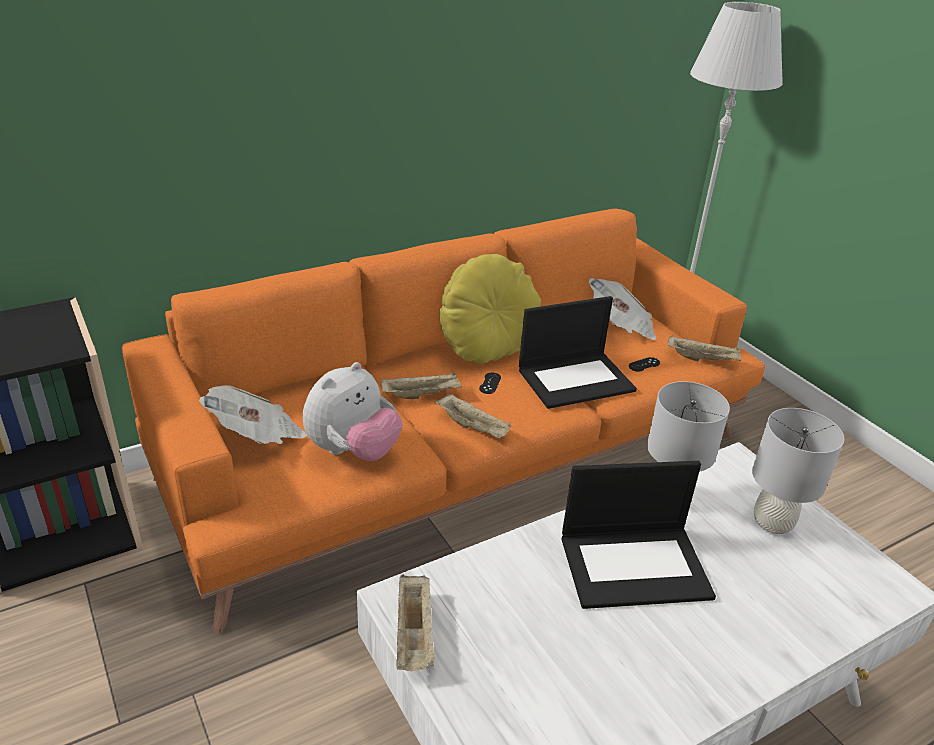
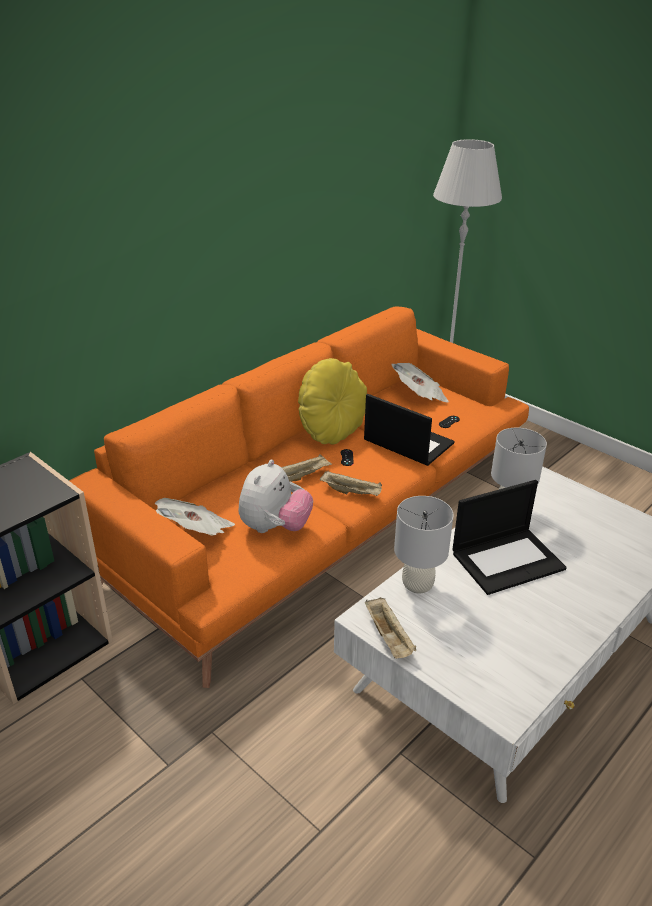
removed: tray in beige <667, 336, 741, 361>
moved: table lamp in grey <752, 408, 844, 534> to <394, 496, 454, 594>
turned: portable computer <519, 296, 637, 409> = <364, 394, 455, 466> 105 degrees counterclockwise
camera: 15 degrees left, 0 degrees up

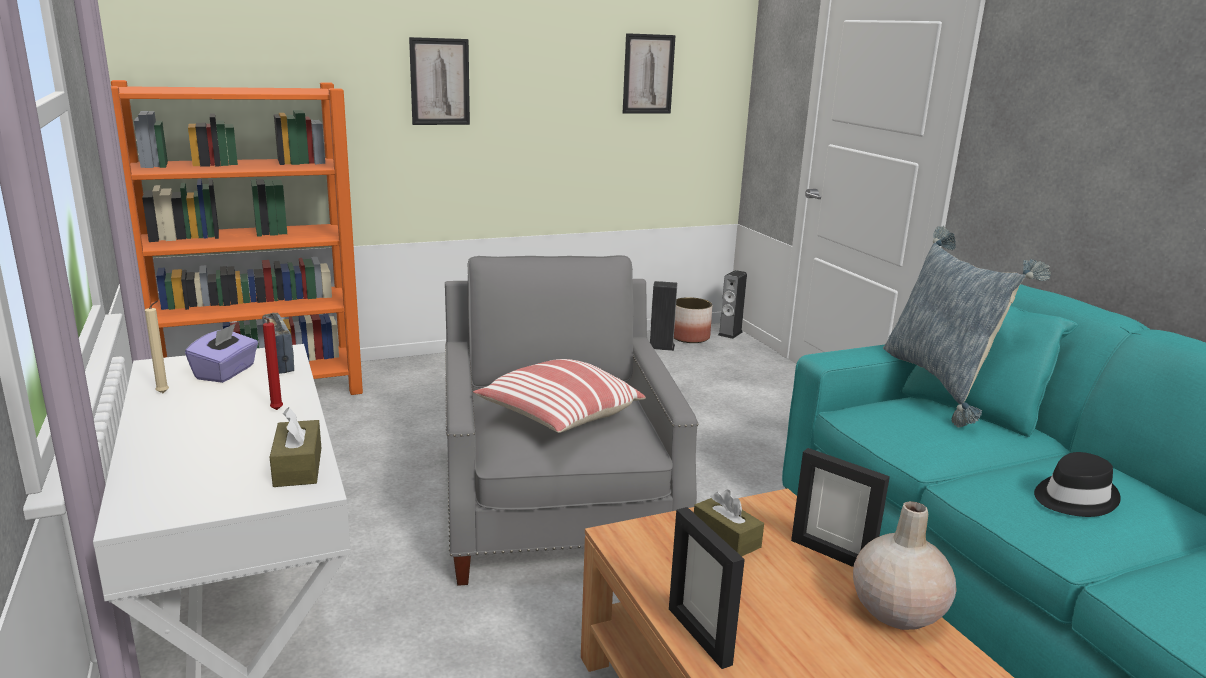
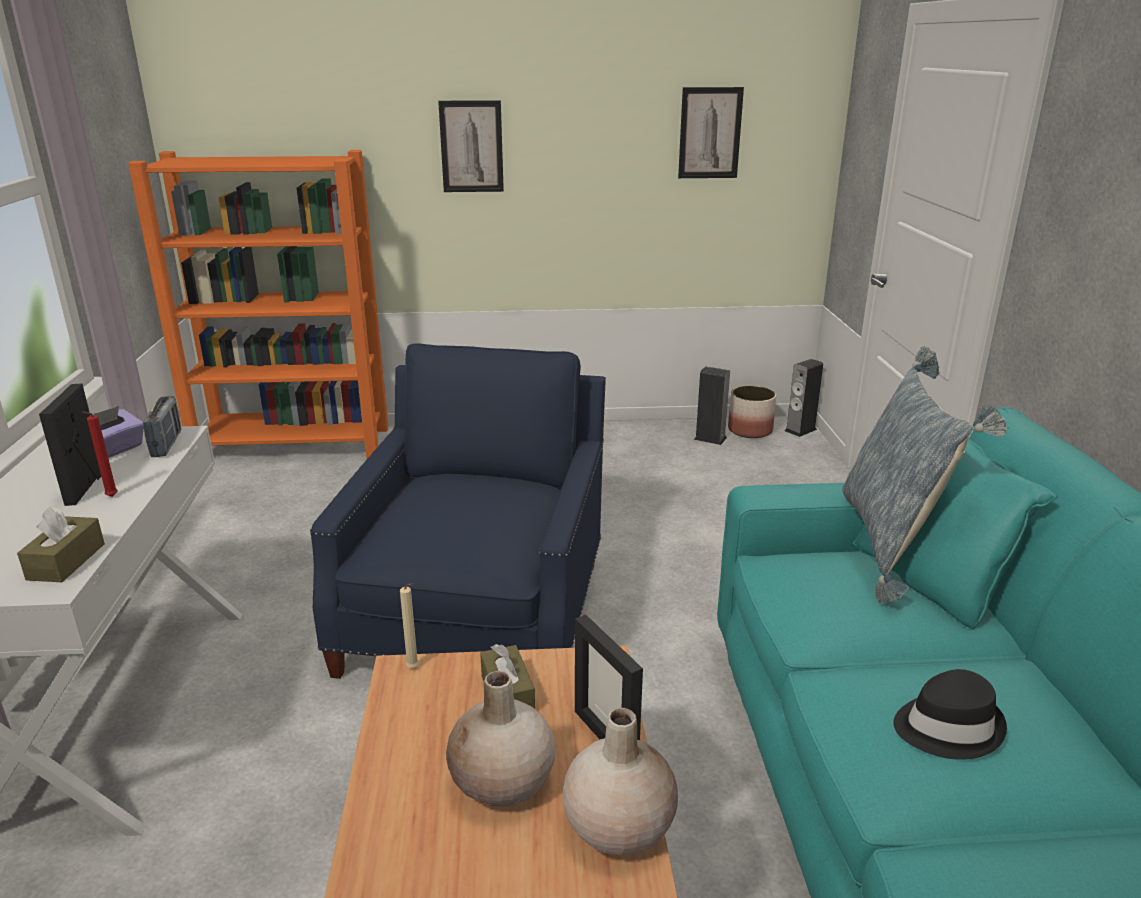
removed: throw pillow <473, 359, 646, 433>
added: flower vase in beige <446, 671, 555, 807>
moved: standing frame <669, 507, 745, 669> to <39, 384, 101, 506>; wax candle in beige <145, 301, 169, 393> to <400, 584, 419, 668>
recoloured: lounge chair in grey <445, 255, 698, 586> to lounge chair in blue <310, 343, 606, 679>
camera: 20 degrees right, 5 degrees up

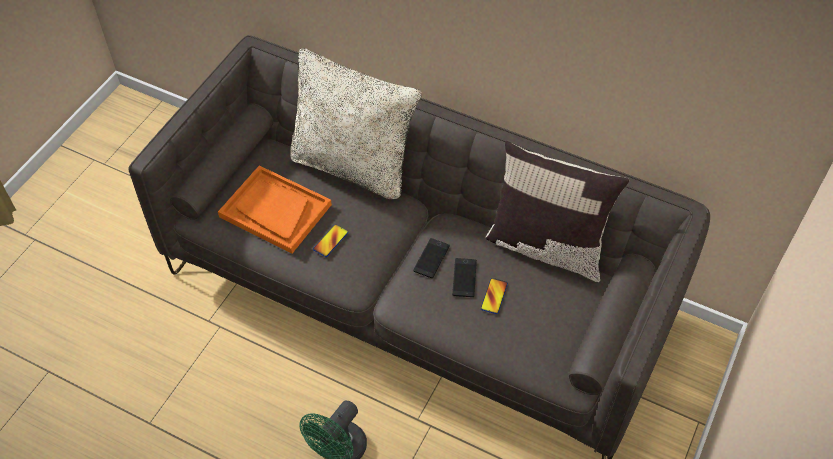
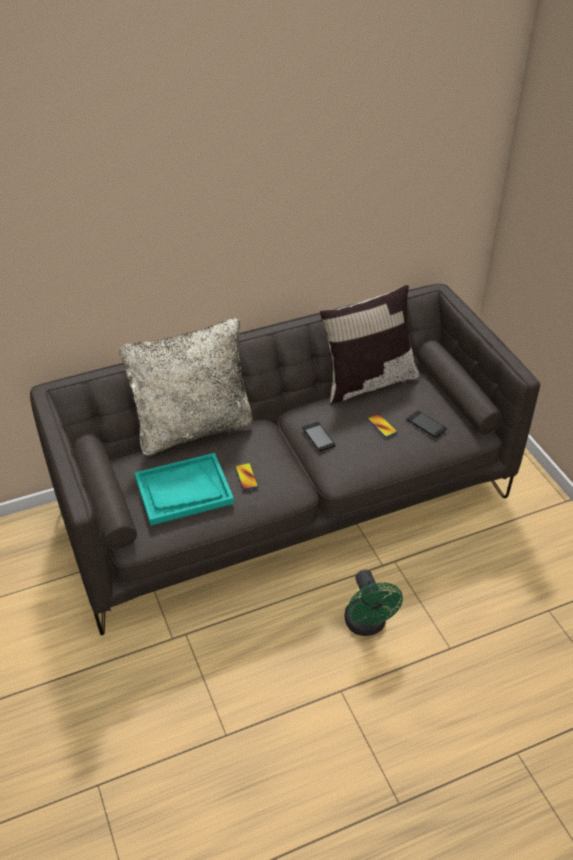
moved: phone <452, 258, 477, 297> to <407, 410, 447, 438>
recoloured: tray in orangey <218, 165, 332, 254> to tray in turquoise <135, 453, 234, 525>
camera: 50 degrees left, 10 degrees down

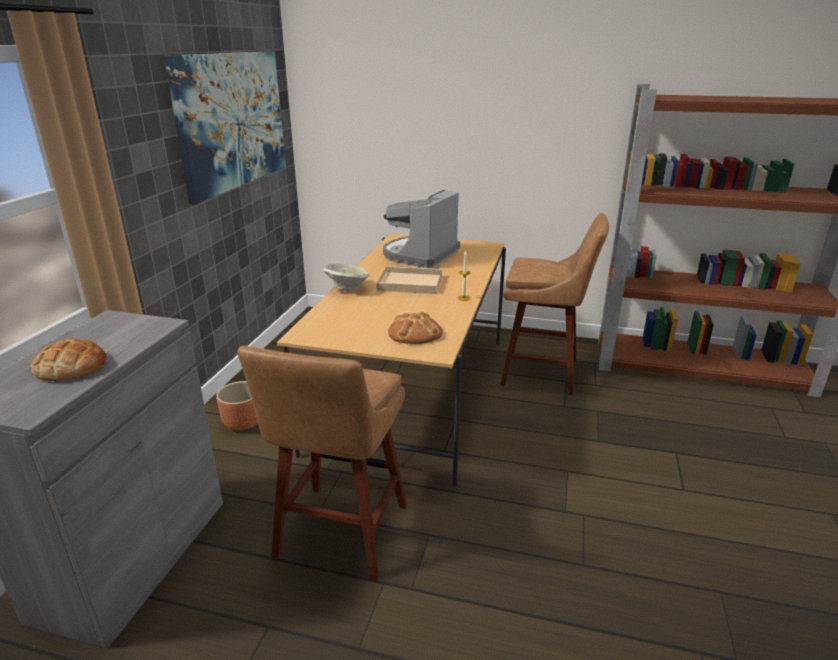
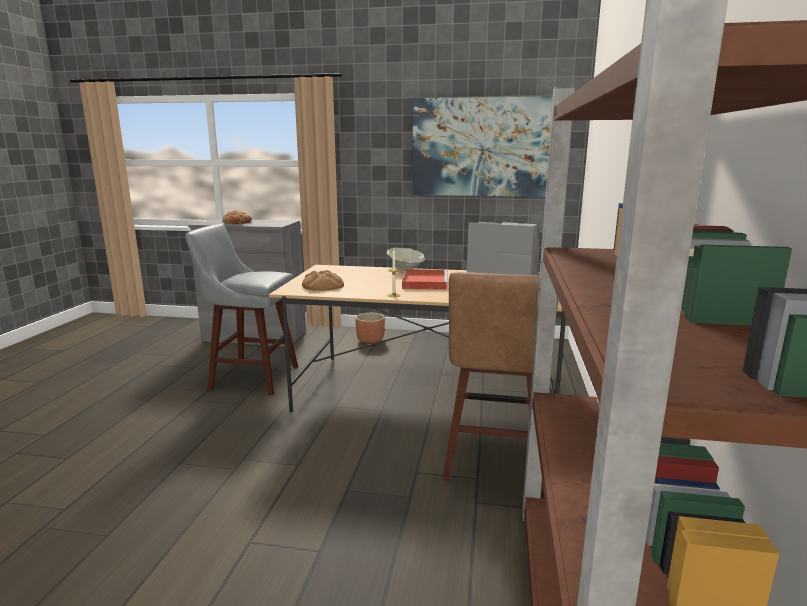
recoloured: stool in brownish <237, 346, 407, 581> to stool in grey <185, 224, 298, 395>; tray in beige <377, 266, 442, 294> to tray in red <402, 269, 448, 290>
camera: 85 degrees right, 10 degrees down

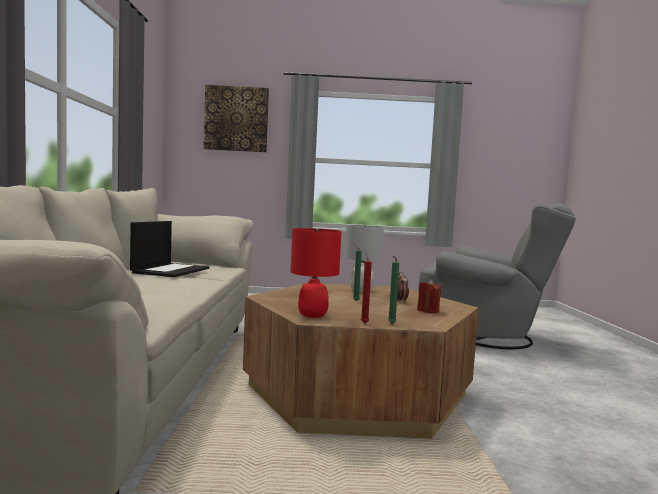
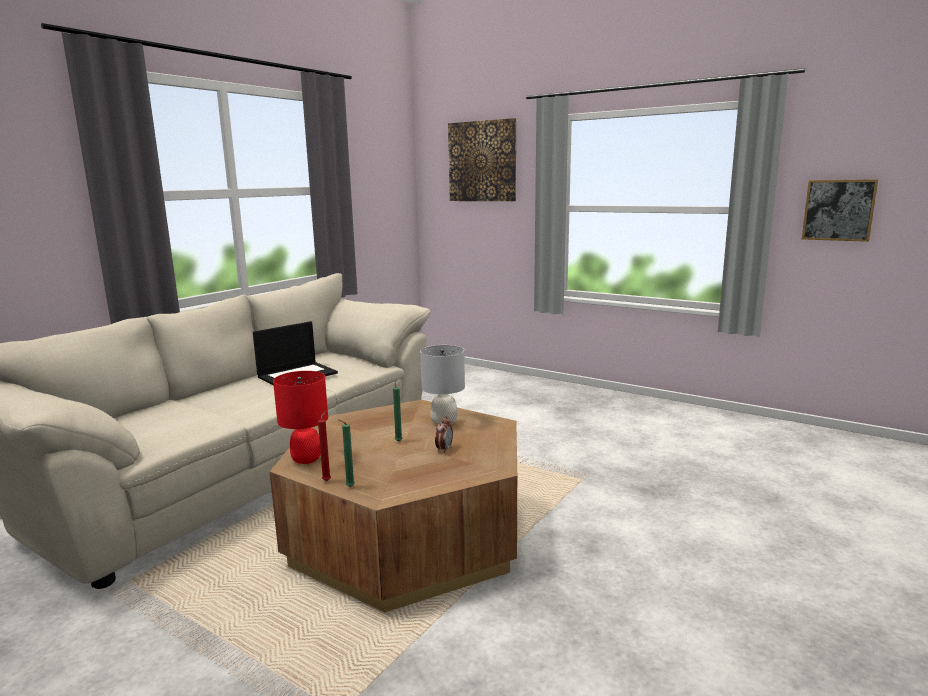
removed: wax candle in red <417, 279, 441, 313>; lounge chair in grey <419, 204, 576, 349>
added: wall picture <802, 179, 878, 242>
camera: 35 degrees right, 10 degrees up

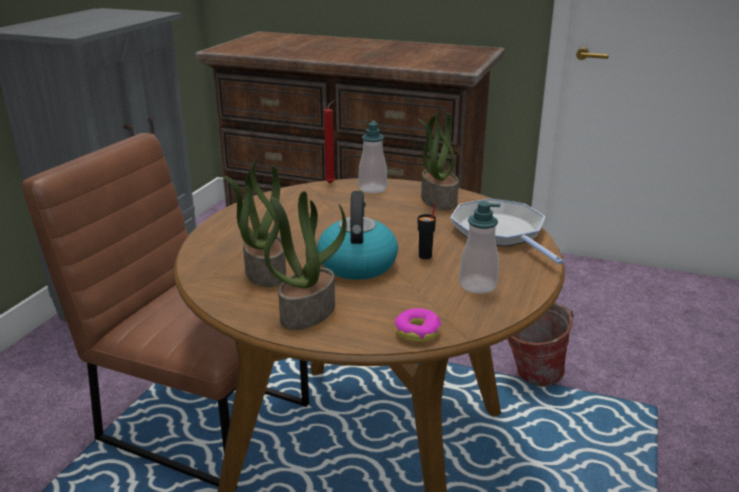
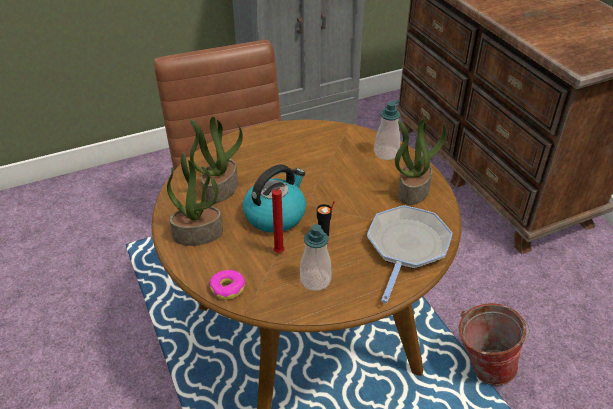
moved: wax candle in red <324, 100, 335, 183> to <272, 184, 287, 253>
camera: 45 degrees right, 15 degrees up

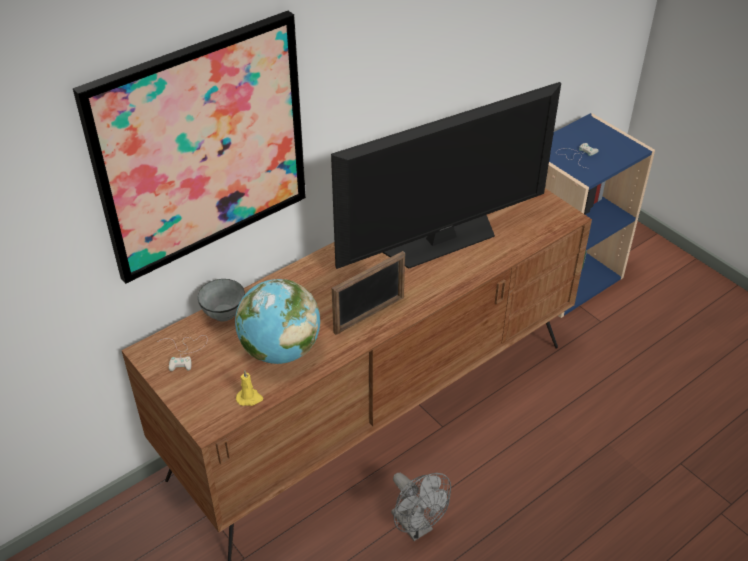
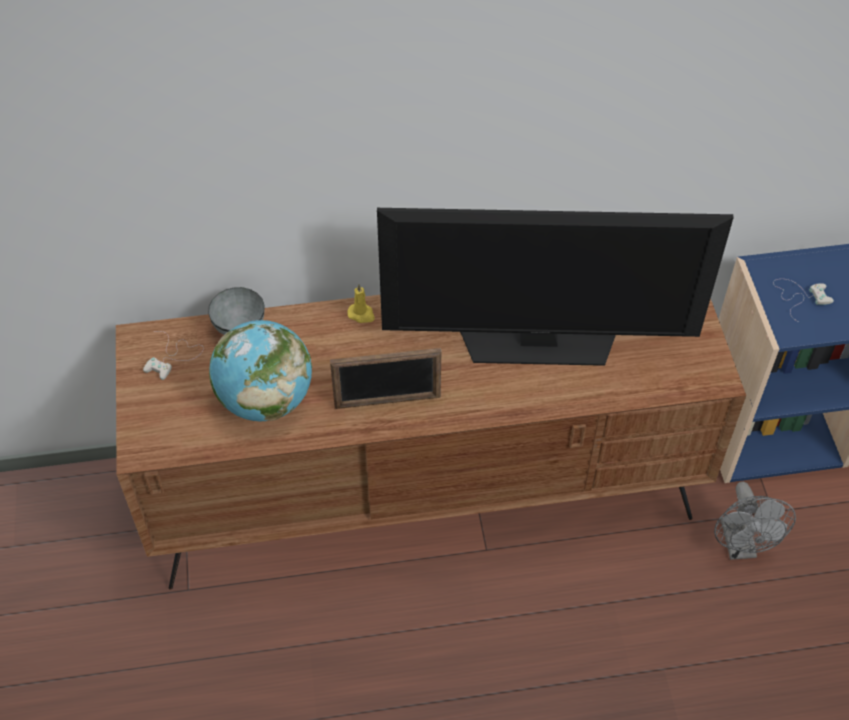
removed: wall picture <73, 11, 306, 284>
moved: wax candle in yellow <236, 370, 263, 406> to <347, 284, 375, 323>; electric fan in grey <391, 473, 451, 541> to <714, 482, 796, 560>
camera: 30 degrees right, 10 degrees up

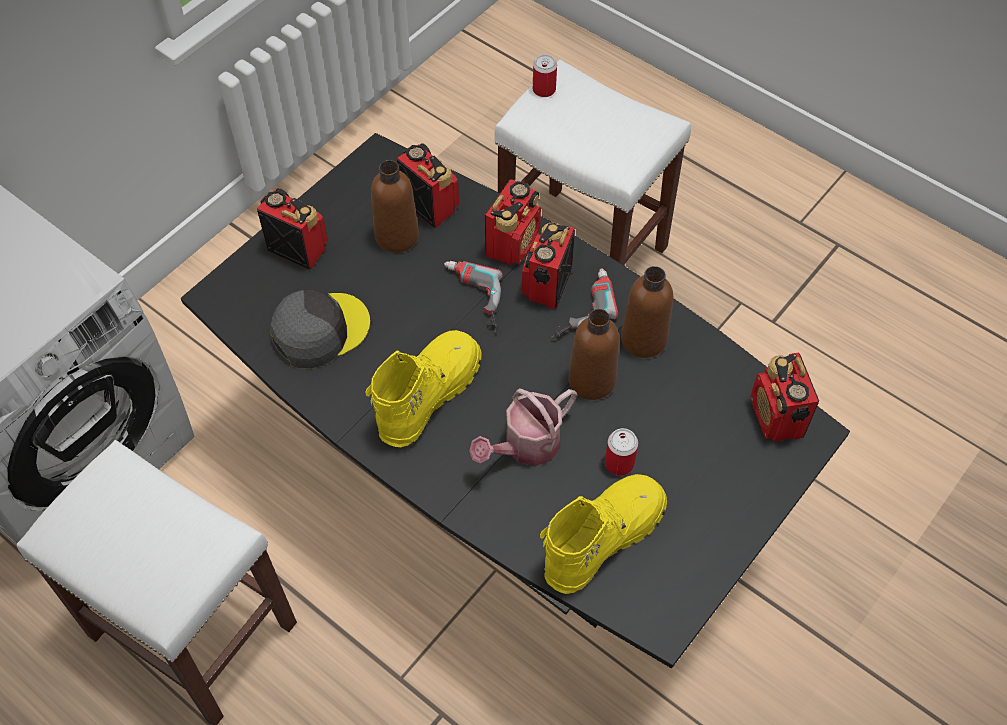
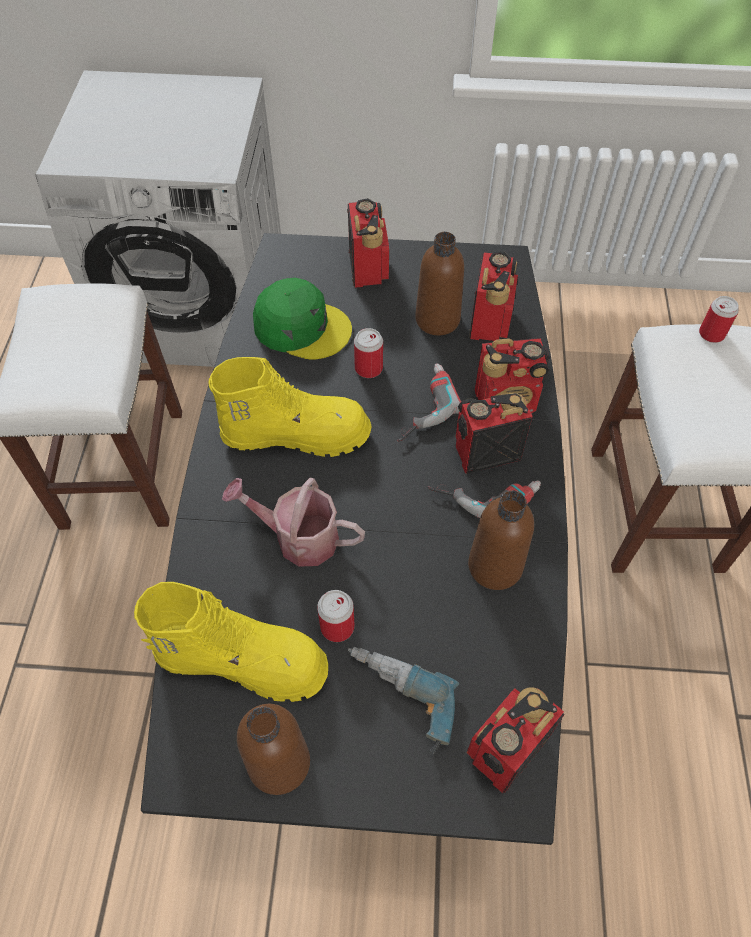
added: electric drill <348, 647, 459, 755>; sealed can <354, 328, 383, 378>
moved: beverage bottle in brownish <568, 309, 619, 400> to <237, 704, 310, 795>
recoloured: baseball cap in grey <270, 289, 370, 369> to baseball cap in green-coloured <253, 278, 352, 360>
camera: 55 degrees right, 0 degrees up

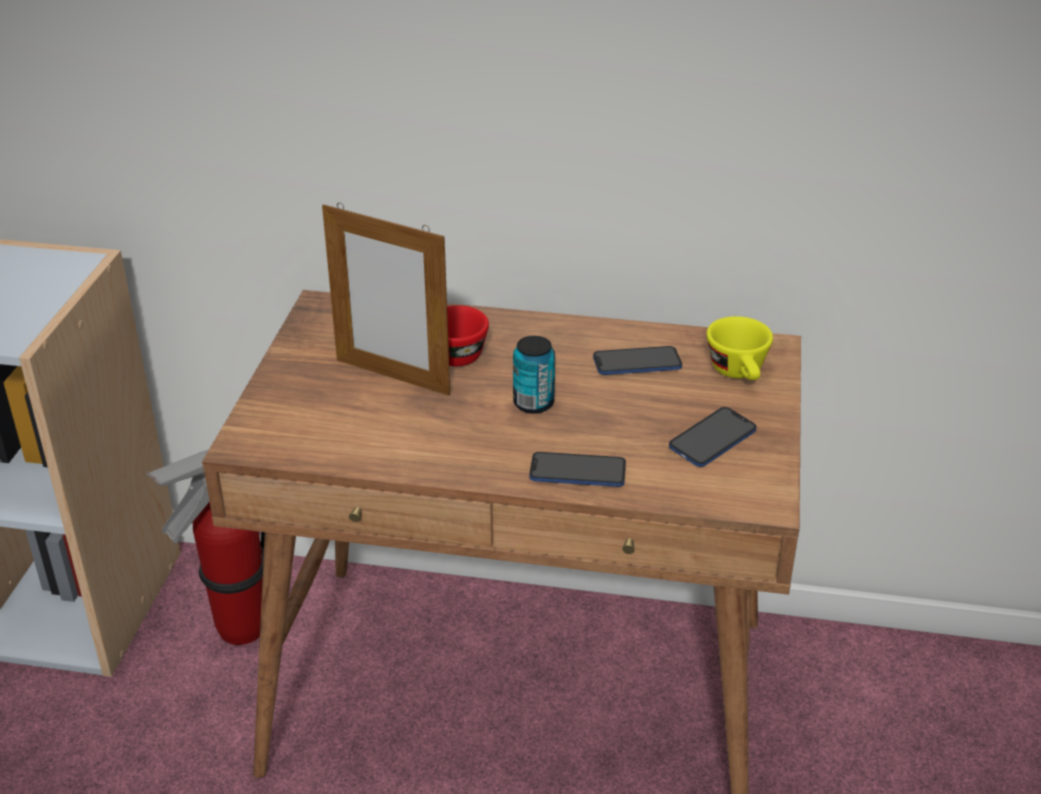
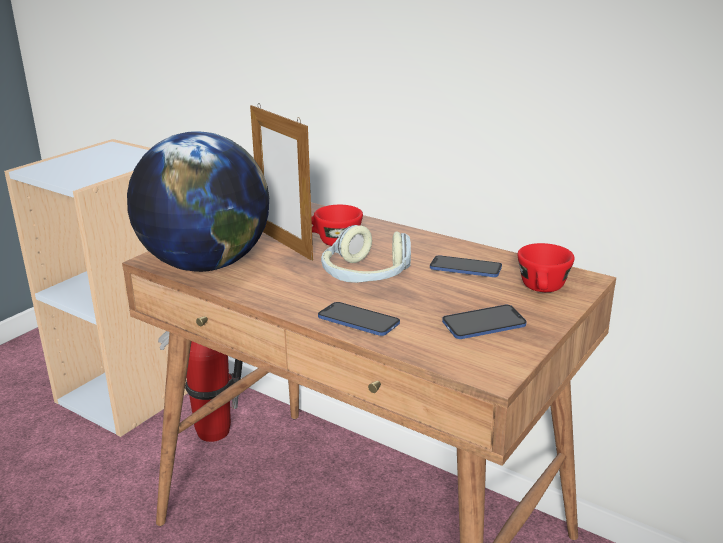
added: desk globe <127, 131, 269, 272>
replaced: sealed can <513, 336, 555, 414> to headset <321, 225, 411, 283>
recoloured: small cup in yellow <707, 316, 773, 380> to small cup in red <517, 243, 575, 292>
camera: 25 degrees right, 10 degrees down

